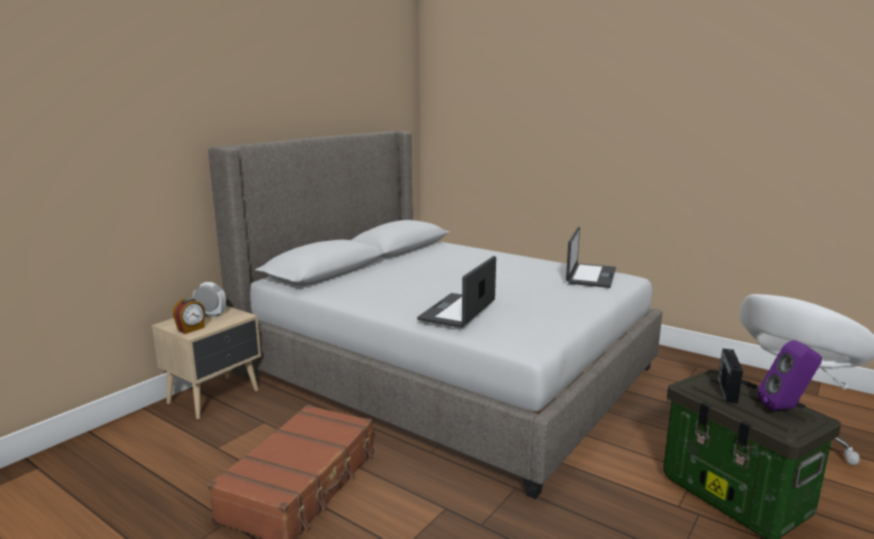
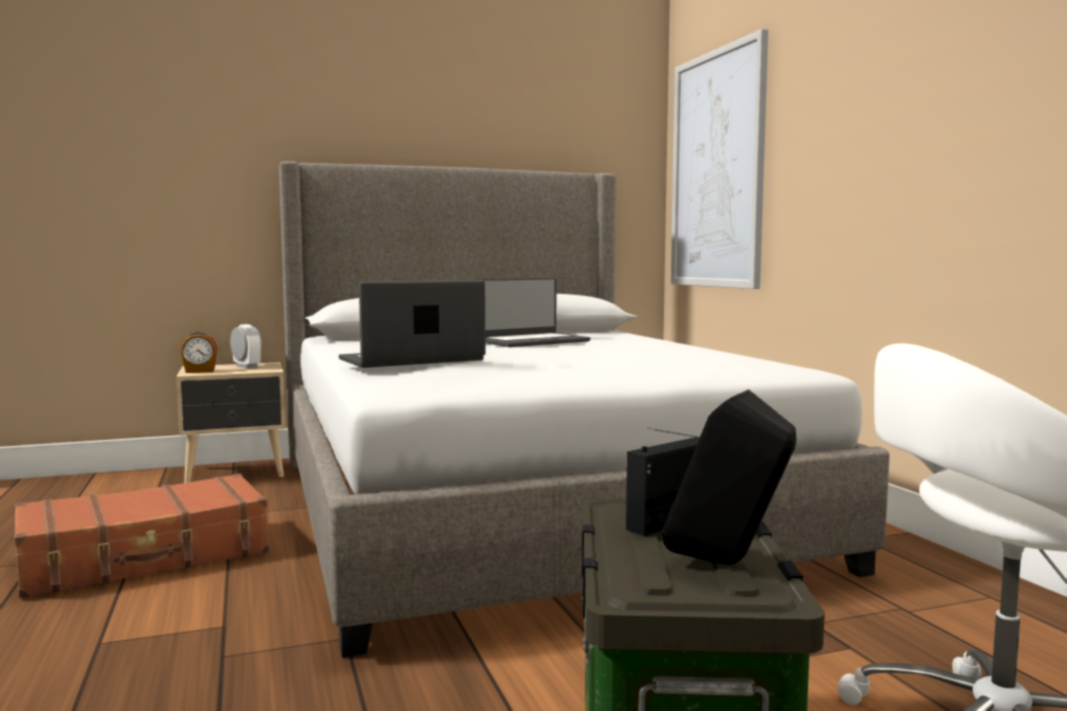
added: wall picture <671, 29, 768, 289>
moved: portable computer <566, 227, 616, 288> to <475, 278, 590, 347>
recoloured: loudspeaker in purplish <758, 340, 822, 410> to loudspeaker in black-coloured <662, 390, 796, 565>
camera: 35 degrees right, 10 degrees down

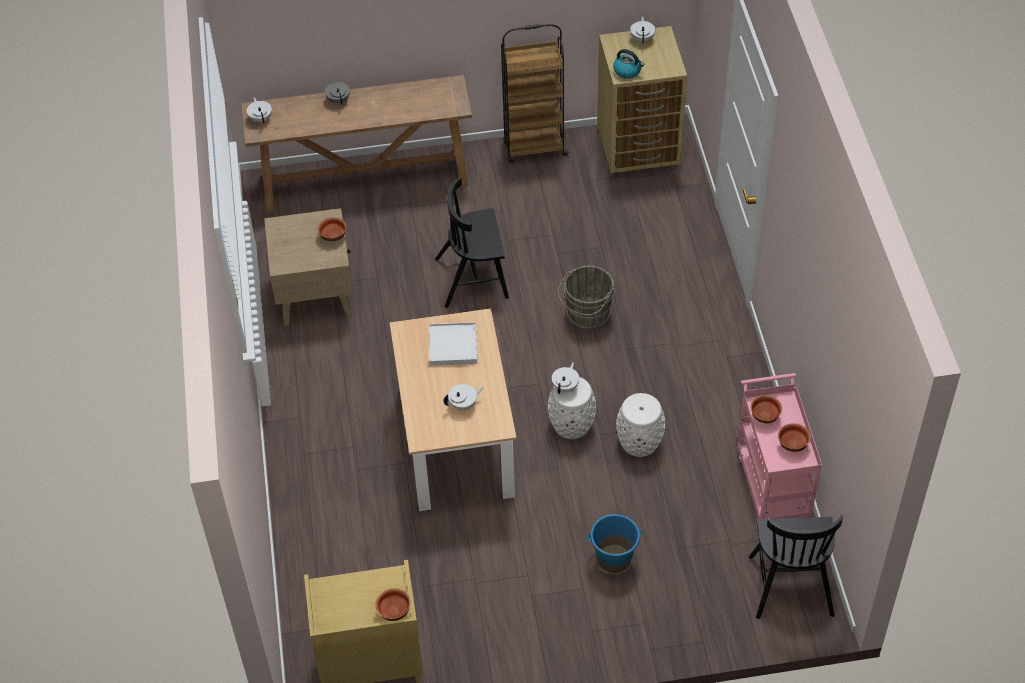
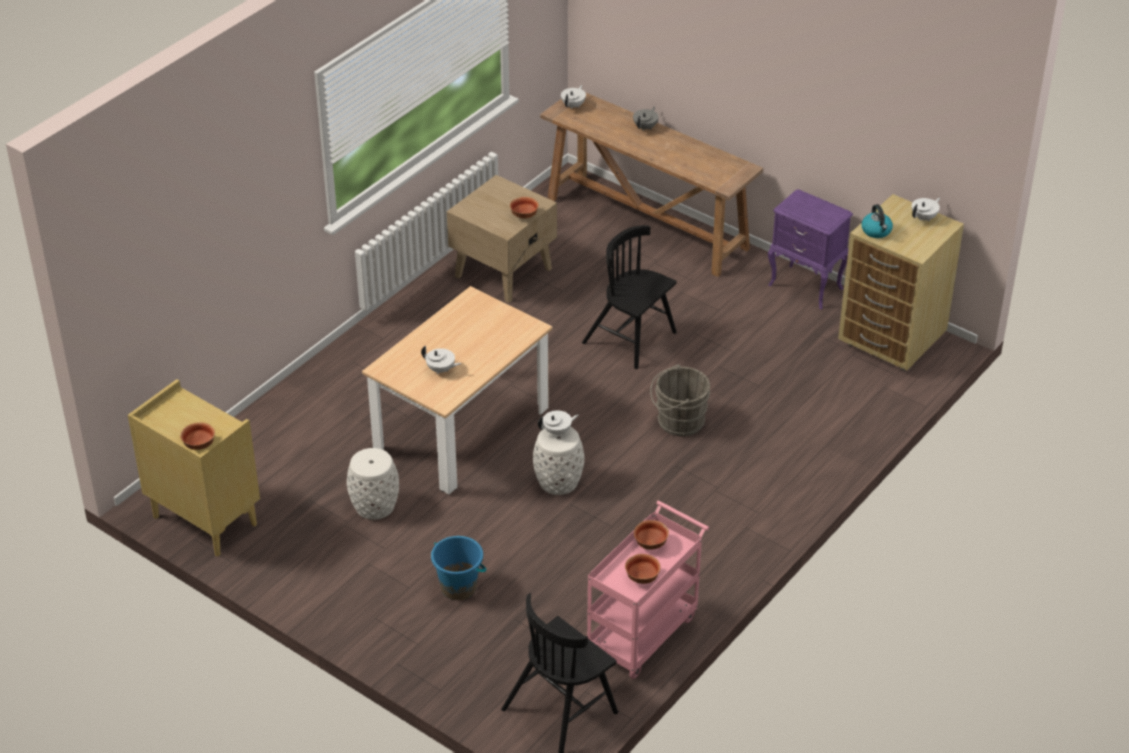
removed: tray in white-coloured <429, 322, 477, 366>
moved: stool in white-coloured <616, 393, 665, 457> to <347, 448, 399, 520>
replaced: trolley in brownish <501, 24, 571, 164> to bedside table in purplish <768, 189, 853, 310>
camera: 45 degrees right, 10 degrees down

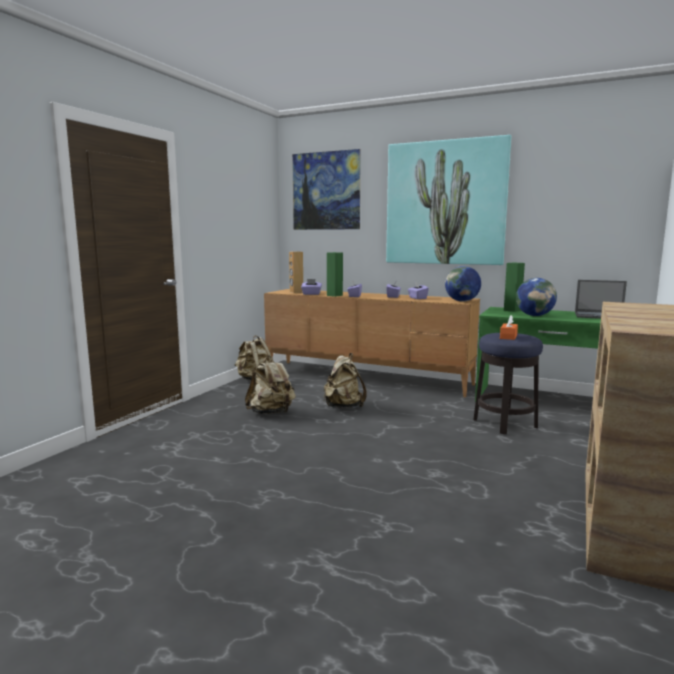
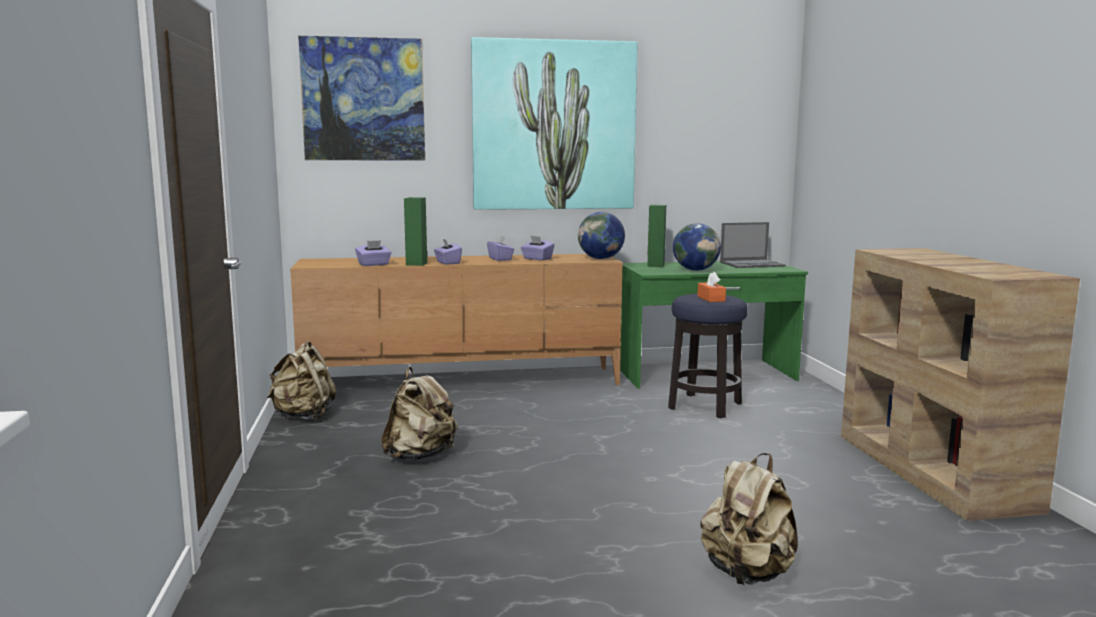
removed: loudspeaker in brownish <289, 251, 303, 293>
moved: backpack in beige <324, 353, 367, 408> to <701, 453, 798, 585>
camera: 35 degrees left, 0 degrees up

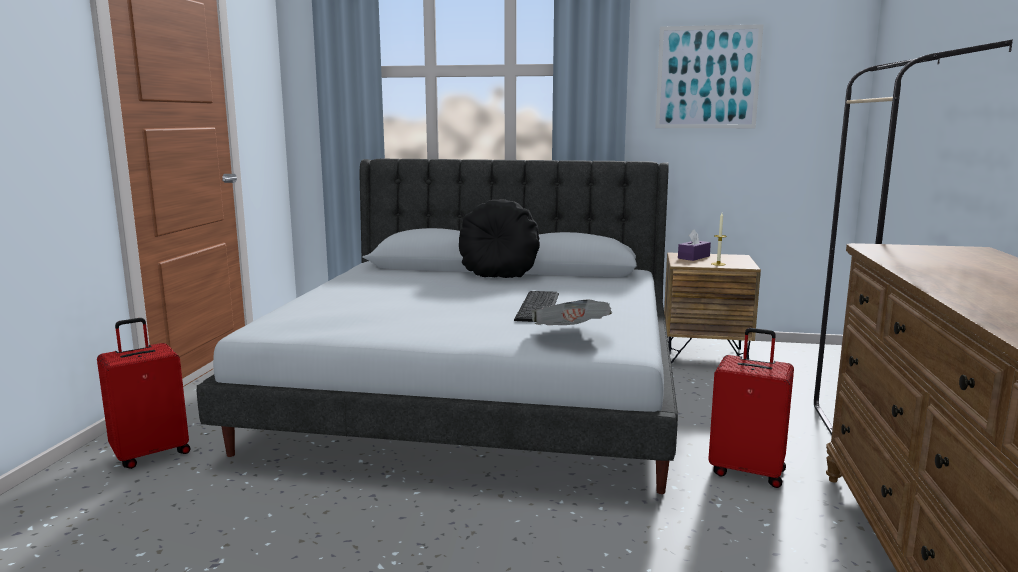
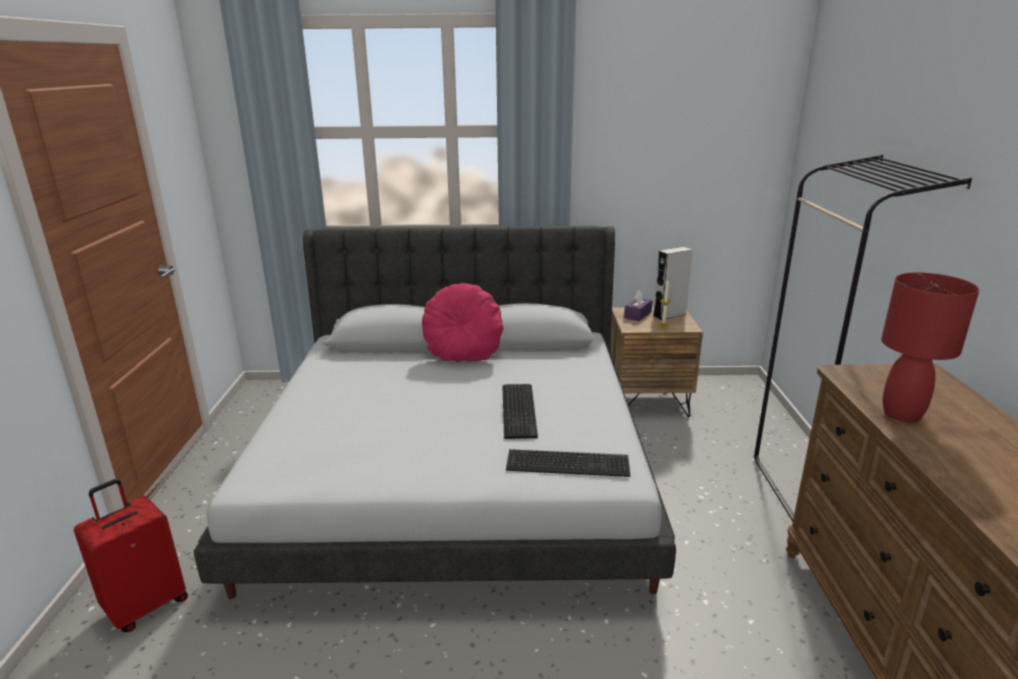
removed: wall picture <655, 24, 764, 128>; piece of luggage in red <708, 328, 794, 488>
added: loudspeaker in grey <653, 247, 693, 320>; table lamp in red <881, 272, 980, 423>
replaced: printed paper <531, 300, 612, 325> to keyboard <506, 449, 630, 477>
recoloured: throw pillow in black-coloured <459, 199, 540, 278> to throw pillow in pink-coloured <422, 283, 503, 362>
camera: 10 degrees left, 10 degrees up

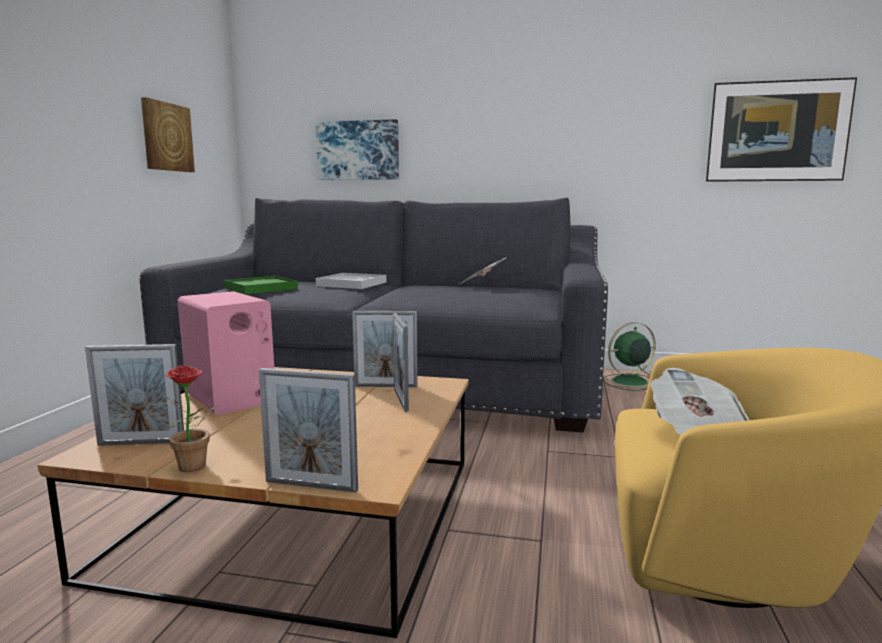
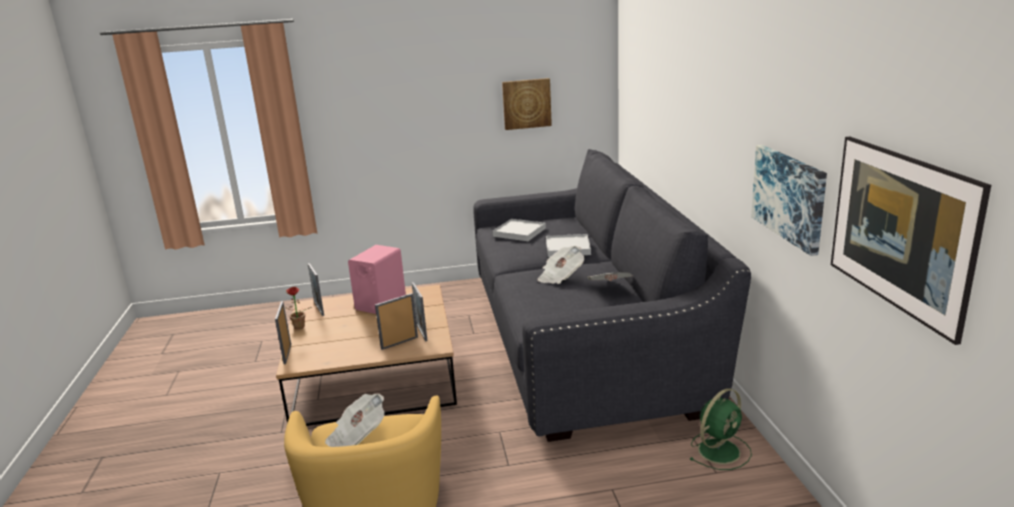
added: printed paper <537, 246, 584, 284>
moved: wall picture <315, 119, 399, 180> to <751, 145, 827, 256>
recoloured: tray in green-coloured <224, 276, 298, 294> to tray in white-coloured <493, 219, 546, 241>
turned: electric fan in green-coloured <603, 322, 656, 391> = <689, 388, 752, 470> 90 degrees clockwise
camera: 70 degrees right, 10 degrees up

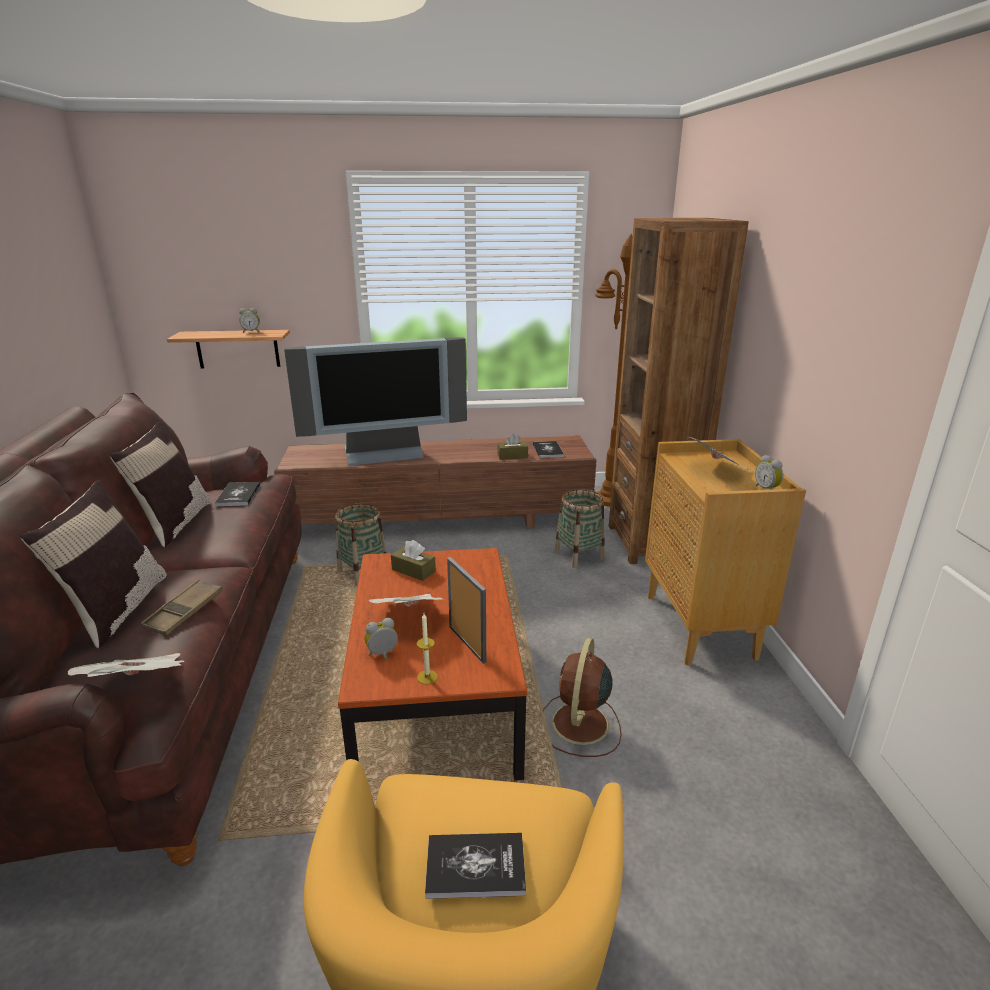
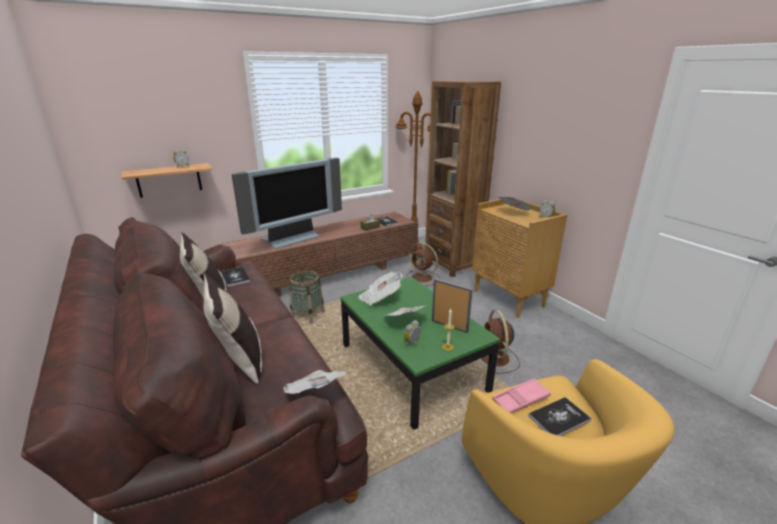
removed: tray in brownish <141, 579, 223, 636>
added: tray in pink-coloured <493, 378, 551, 413>
replaced: tissue box in brownish <391, 540, 436, 581> to printed paper <359, 272, 403, 306>; storage basket <555, 489, 605, 568> to electric fan in brownish <406, 242, 440, 286>
recoloured: low table in brownish <338, 548, 527, 781> to low table in green-coloured <340, 277, 500, 430>
camera: 25 degrees left, 0 degrees up

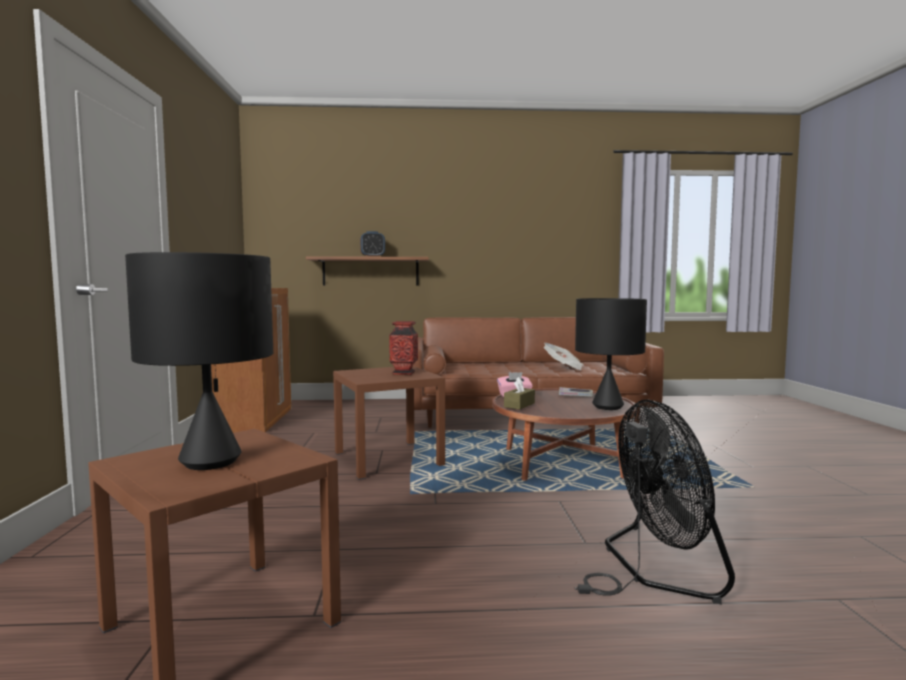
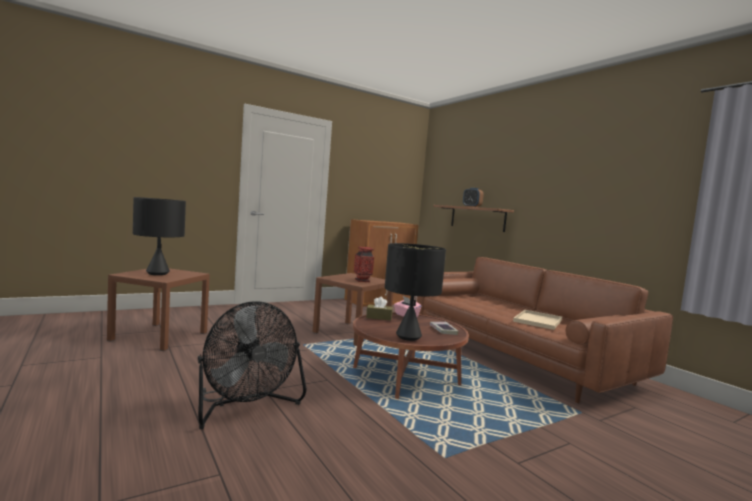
replaced: printed paper <544, 343, 584, 370> to tray in beige <513, 310, 562, 330>
camera: 60 degrees right, 0 degrees up

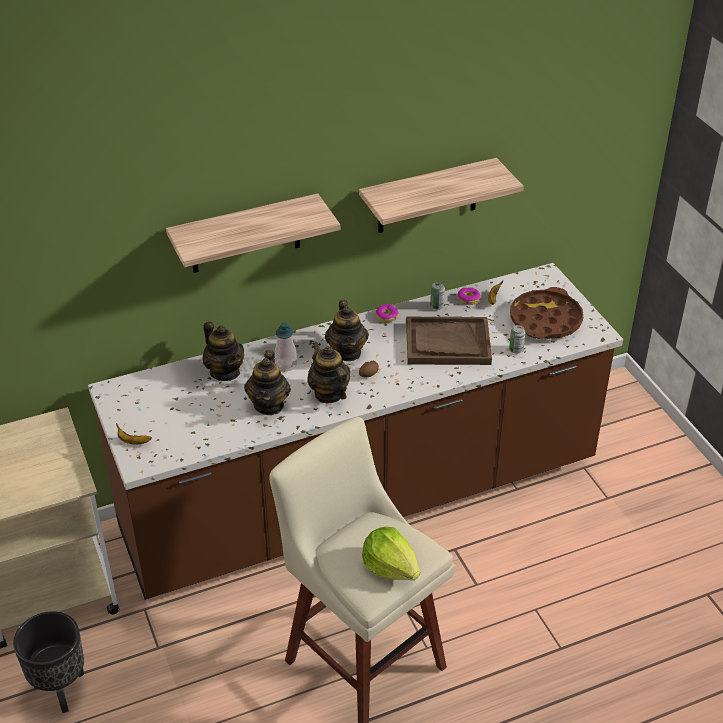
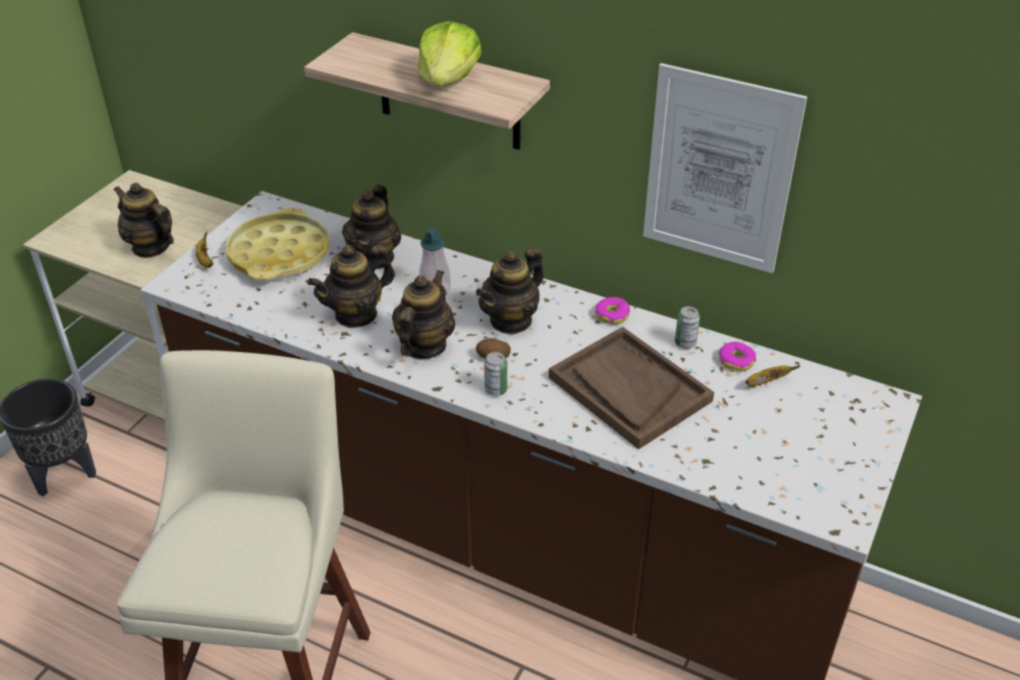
removed: tray in brownish <510, 287, 583, 339>
added: tea pot <114, 183, 174, 258>; tray in yellow <226, 208, 330, 280>
moved: head of lettuce <362, 527, 420, 580> to <417, 21, 482, 86>; sealed can <509, 325, 526, 353> to <484, 352, 507, 396>
replaced: wall shelf <359, 158, 524, 233> to wall picture <643, 63, 807, 273>
camera: 50 degrees right, 0 degrees up

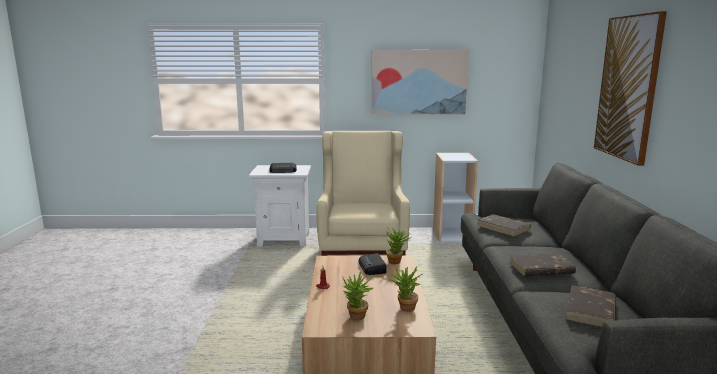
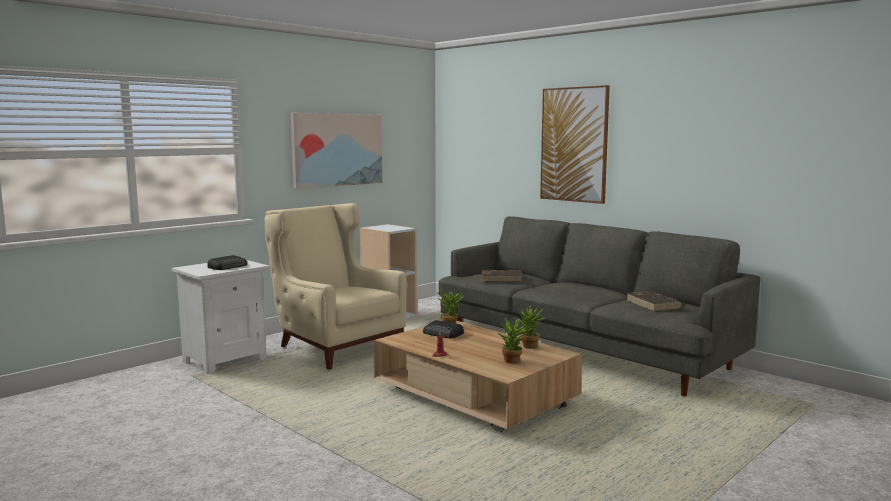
removed: book in brownish <509, 253, 576, 276>
camera: 45 degrees left, 5 degrees down

